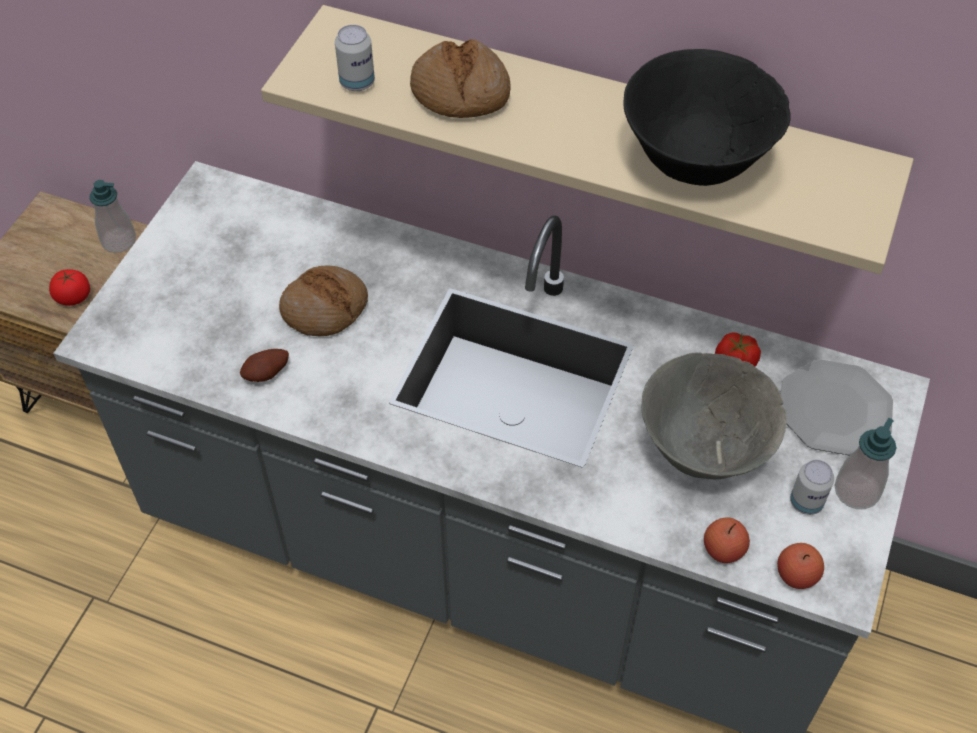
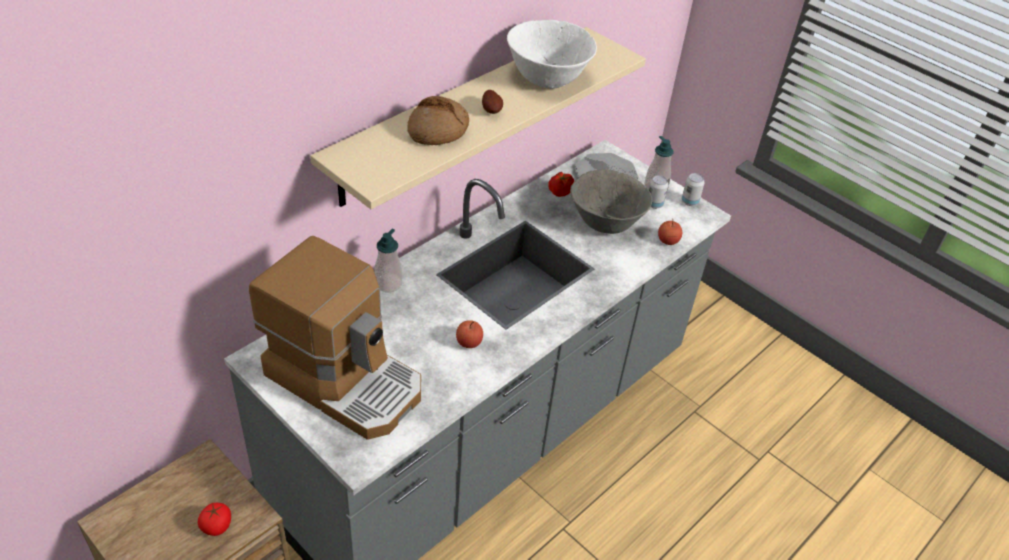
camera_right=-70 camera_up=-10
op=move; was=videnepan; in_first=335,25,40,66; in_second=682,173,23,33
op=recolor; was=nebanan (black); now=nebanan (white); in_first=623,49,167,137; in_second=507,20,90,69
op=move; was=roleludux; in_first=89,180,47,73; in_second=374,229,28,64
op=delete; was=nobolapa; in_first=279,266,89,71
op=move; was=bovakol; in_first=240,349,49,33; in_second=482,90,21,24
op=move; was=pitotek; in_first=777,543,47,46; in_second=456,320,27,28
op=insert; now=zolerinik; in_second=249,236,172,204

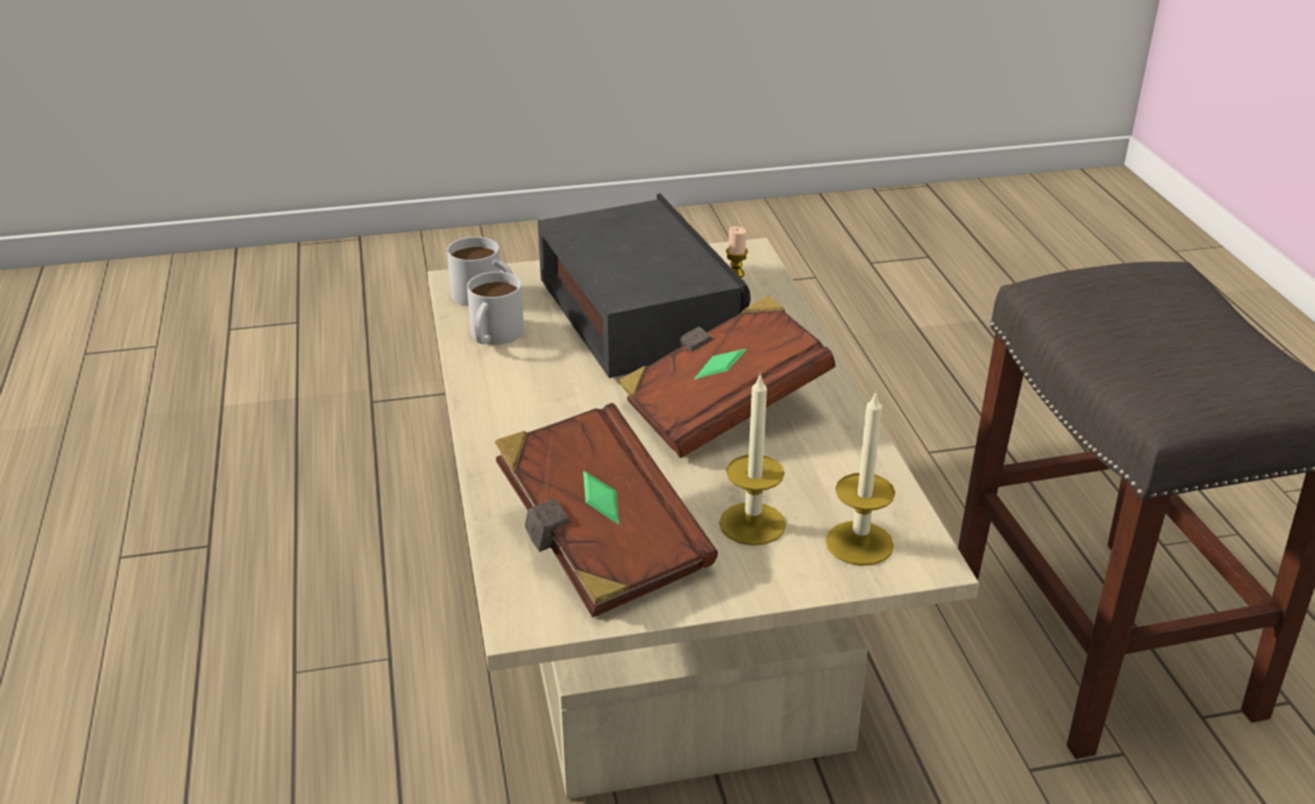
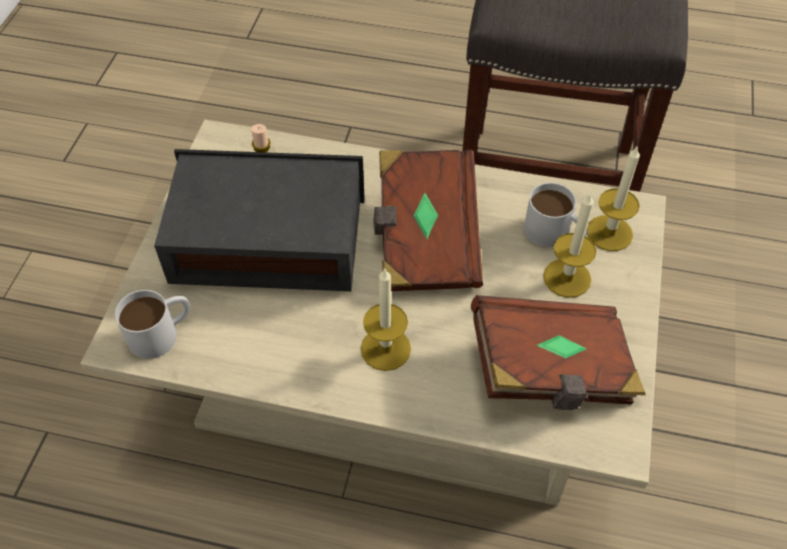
camera_right=-65 camera_up=20
op=move; was=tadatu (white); in_first=467,272,57,73; in_second=524,183,64,64
op=insert; now=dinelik; in_second=361,268,50,103

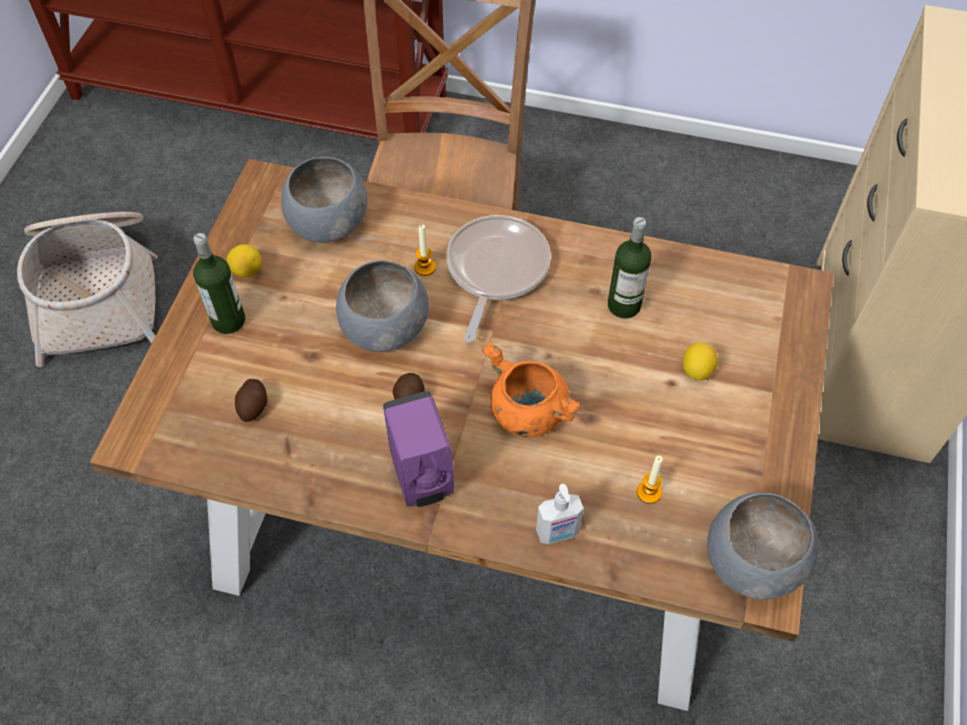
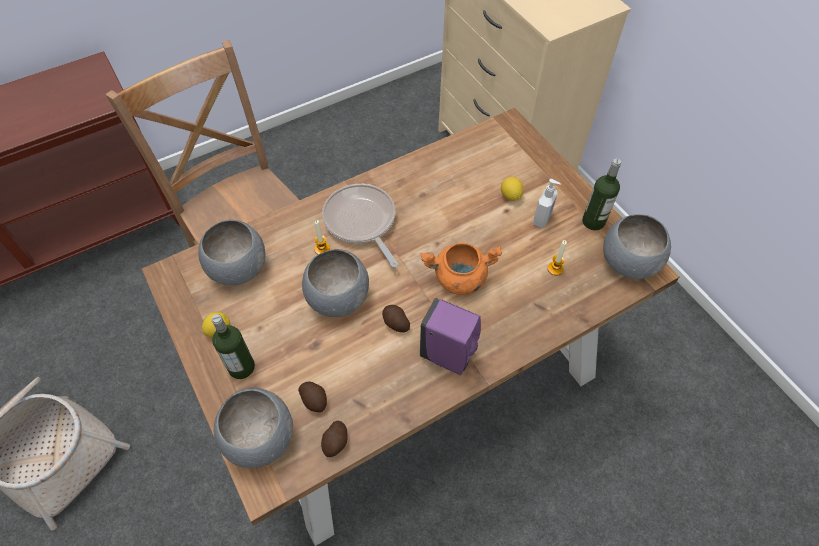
camera_right=-45 camera_up=0
op=move; was=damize; in_first=608,217,43,102; in_second=582,159,39,71
op=move; was=roleludux; in_first=536,484,48,60; in_second=533,179,28,49
op=insert; now=nebanan (grey); in_second=214,387,79,81
op=insert; now=bovakol; in_second=321,421,26,36

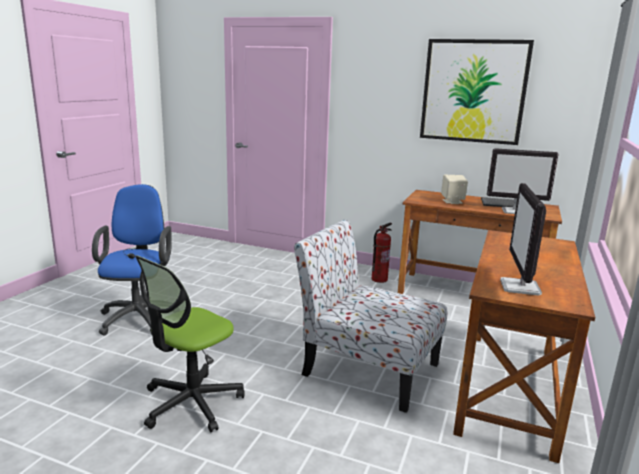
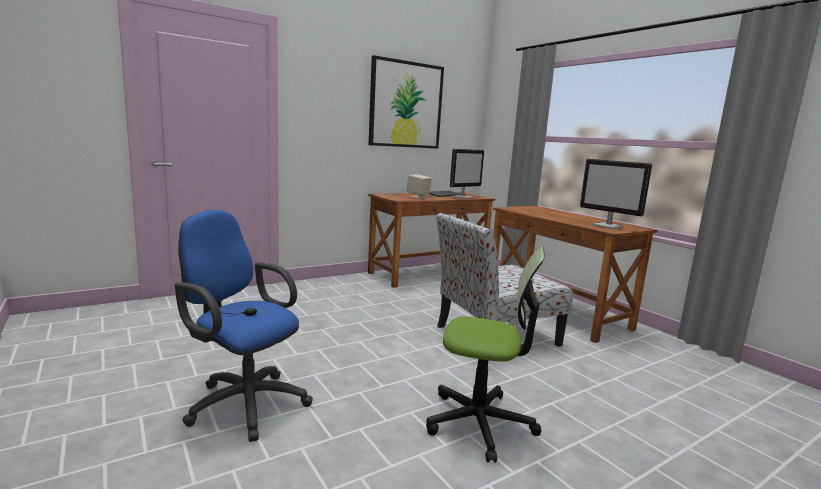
camera_right=-55 camera_up=-5
op=delete; was=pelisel; in_first=372,223,20,60
op=rotate; was=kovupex; in_first=135,255,110,177; in_second=426,246,119,216; clockwise=-60

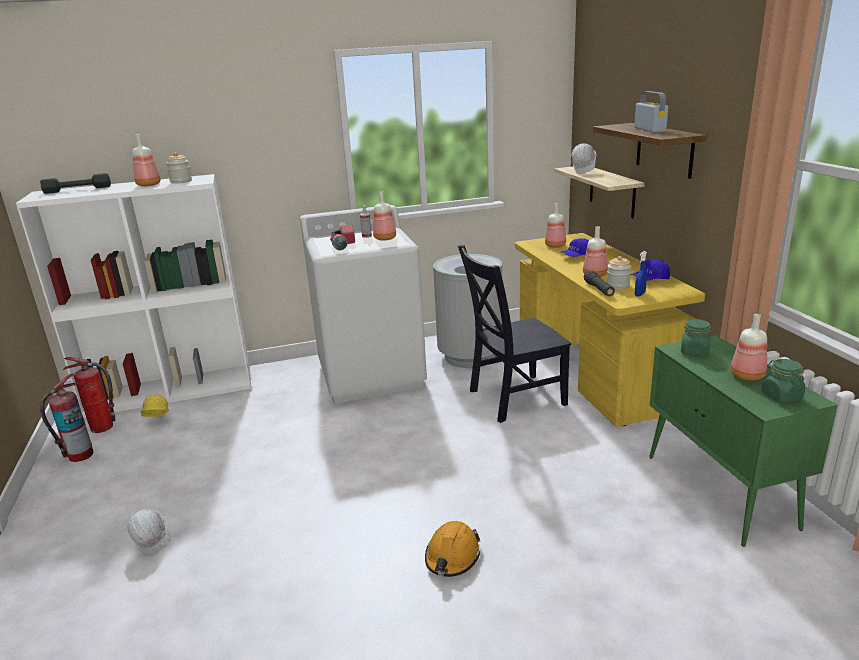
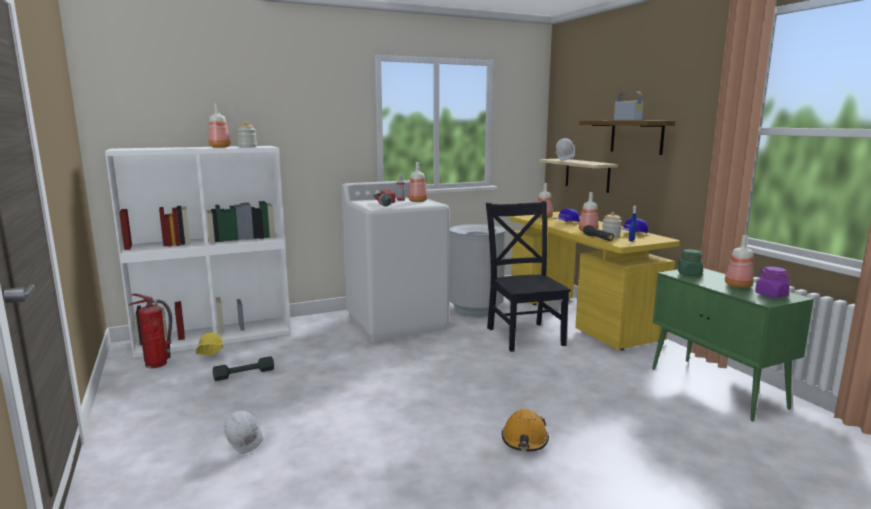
camera_right=-10 camera_up=-10
op=move; was=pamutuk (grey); in_first=40,173,71,21; in_second=213,356,61,25
op=rotate; was=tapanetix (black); in_first=458,245,113,178; in_second=486,200,85,152; clockwise=105
op=recolor; was=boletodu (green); now=boletodu (purple); in_first=762,359,43,44; in_second=755,266,35,32
op=delete; was=pelisel; in_first=40,373,53,89

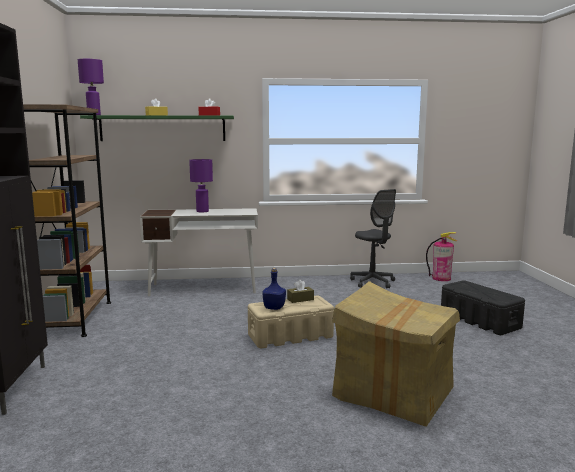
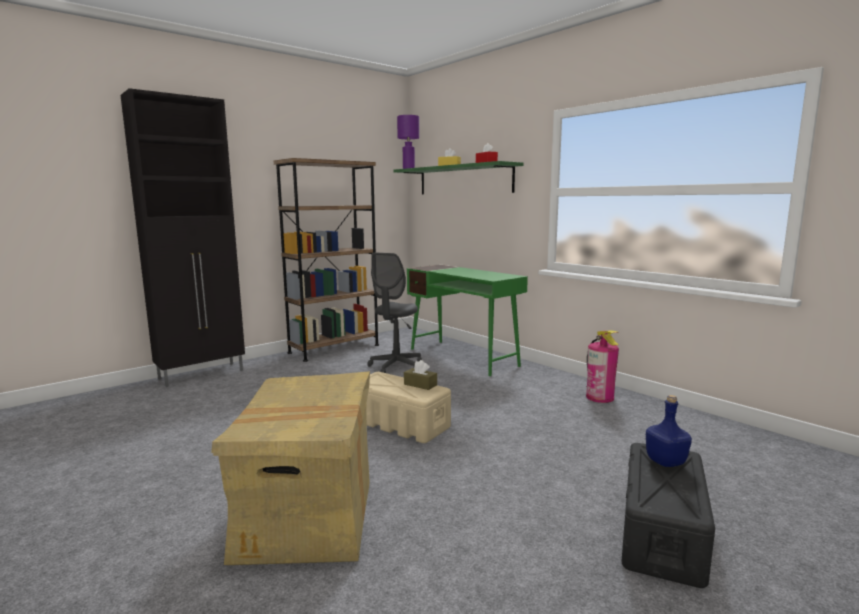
camera_right=55 camera_up=0
op=delete; was=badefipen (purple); in_first=189,159,24,54
op=move; was=kovupex (grey); in_first=350,189,46,100; in_second=367,252,55,121
op=recolor; was=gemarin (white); now=gemarin (green); in_first=140,208,118,88; in_second=407,264,121,112
op=move; was=pelisel; in_first=426,232,31,49; in_second=586,331,33,72
op=move; was=damize (blue); in_first=263,268,23,42; in_second=646,395,46,72

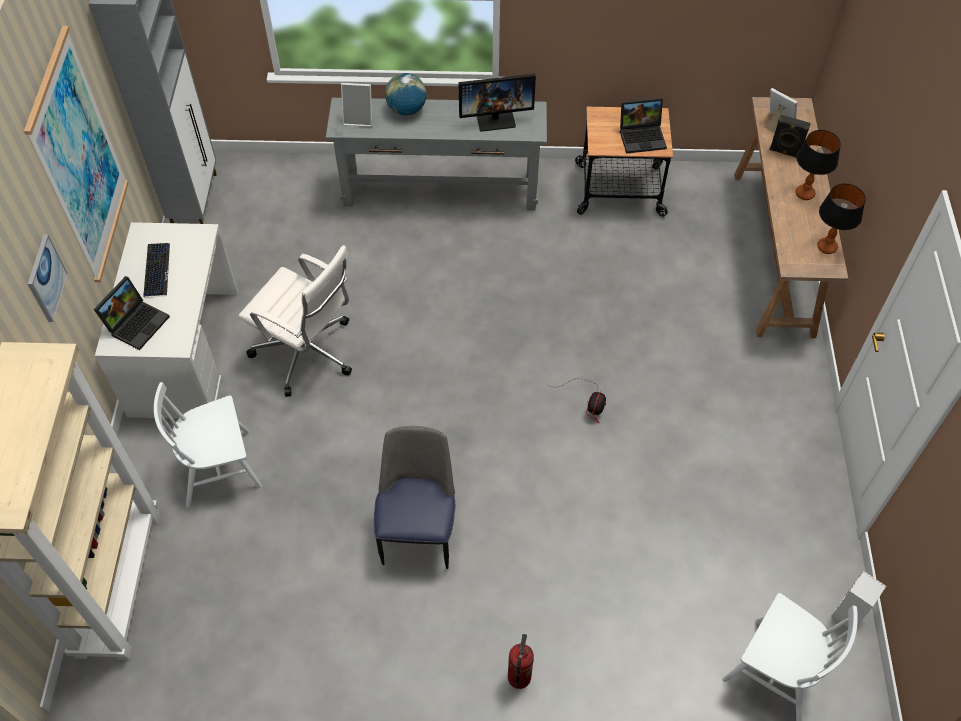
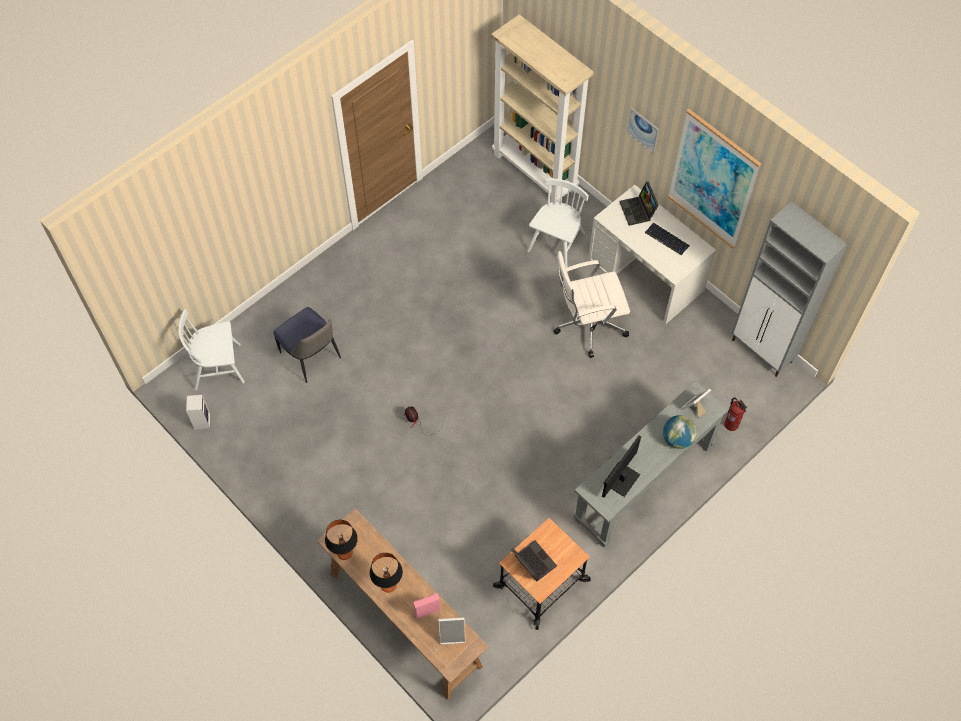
camera_right=135 camera_up=5
op=rotate; was=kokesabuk; in_first=620,98,47,56; in_second=511,540,46,41; clockwise=105
op=recolor; was=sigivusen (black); now=sigivusen (pink); in_first=769,115,42,43; in_second=413,593,28,26
op=move; was=tapanetix; in_first=374,426,81,143; in_second=273,307,68,76
op=move; was=pelisel; in_first=508,634,26,55; in_second=724,397,23,34

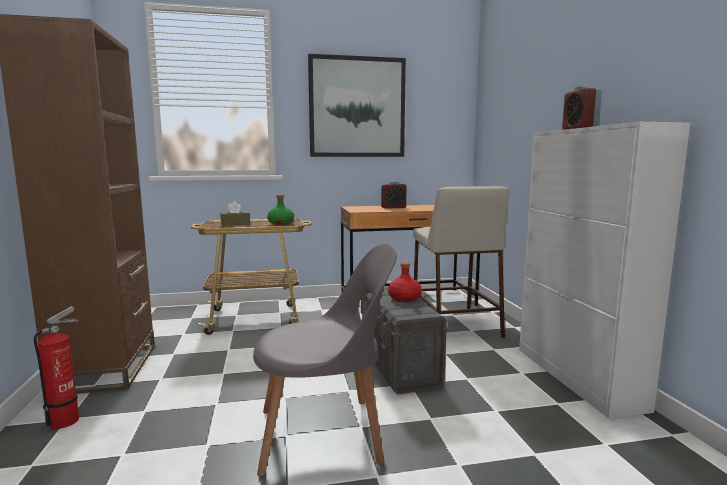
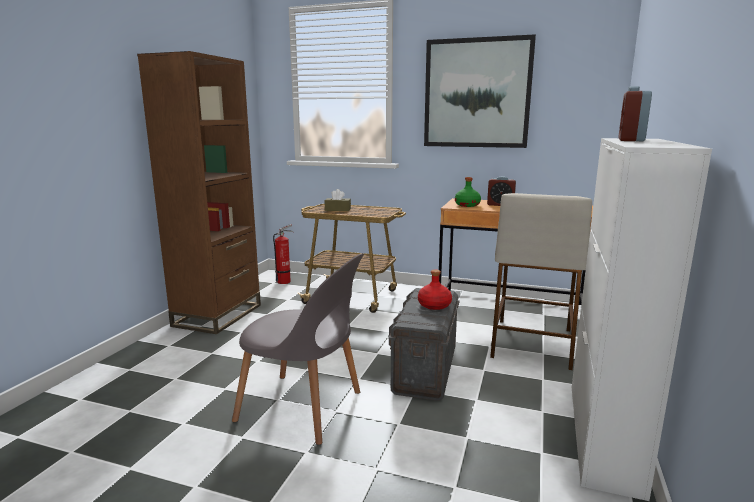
camera_right=30 camera_up=5
op=move; was=damize (green); in_first=267,195,27,30; in_second=455,177,26,30
op=move; was=pelisel; in_first=34,306,45,123; in_second=273,224,20,60

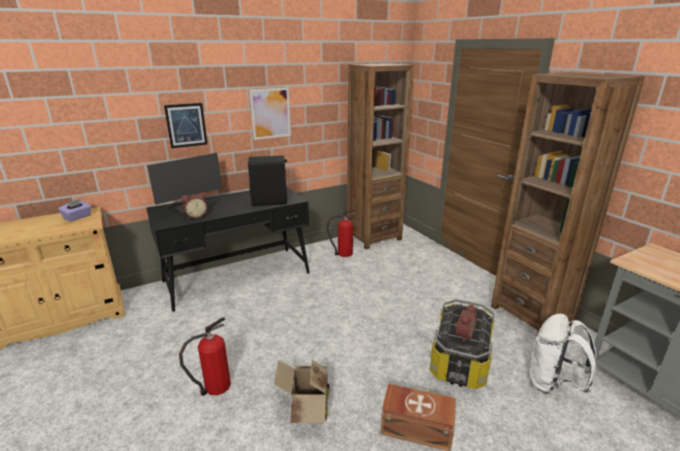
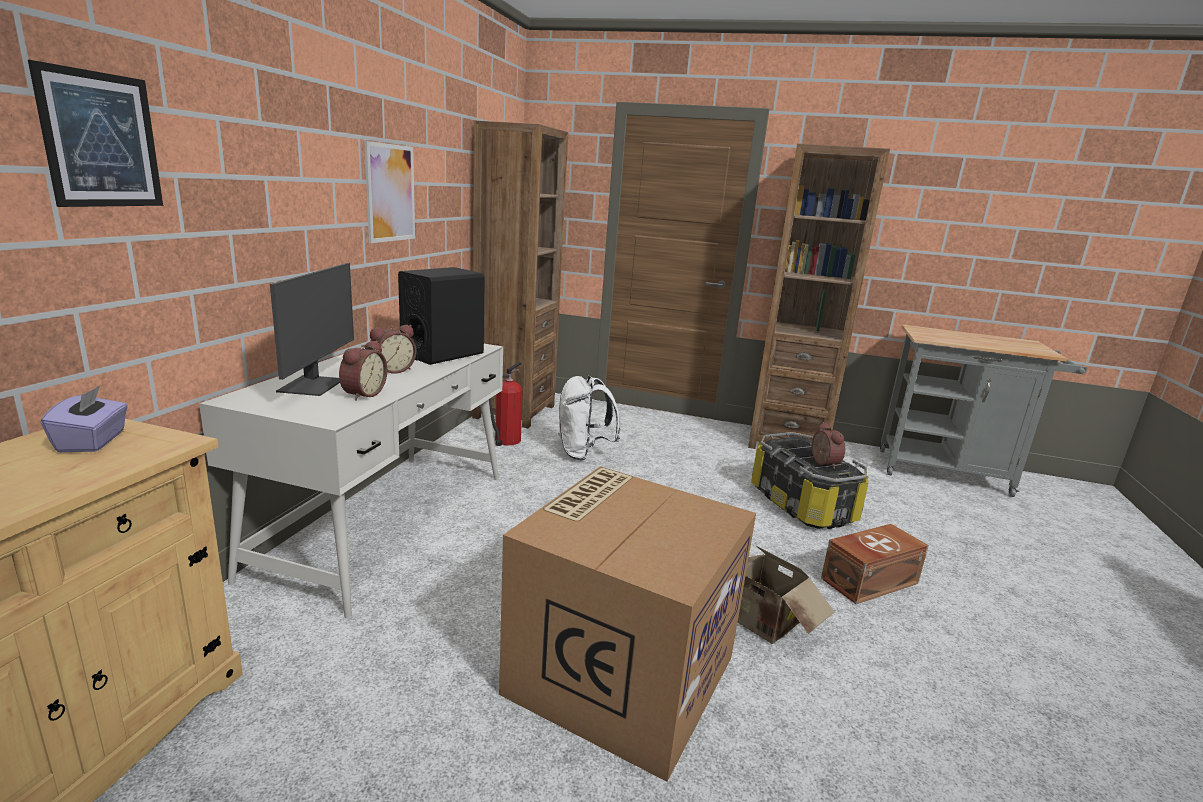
camera_right=-45 camera_up=-5
op=move; was=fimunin; in_first=164,103,44,45; in_second=28,60,135,147
op=recolor; was=gemarin (black); now=gemarin (white); in_first=146,186,164,126; in_second=199,344,304,274
op=move; was=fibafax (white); in_first=531,314,66,80; in_second=558,376,62,84
op=replace; was=pelisel; now=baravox; in_first=179,317,52,79; in_second=499,466,257,316
op=insert; now=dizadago; in_second=370,325,46,49

